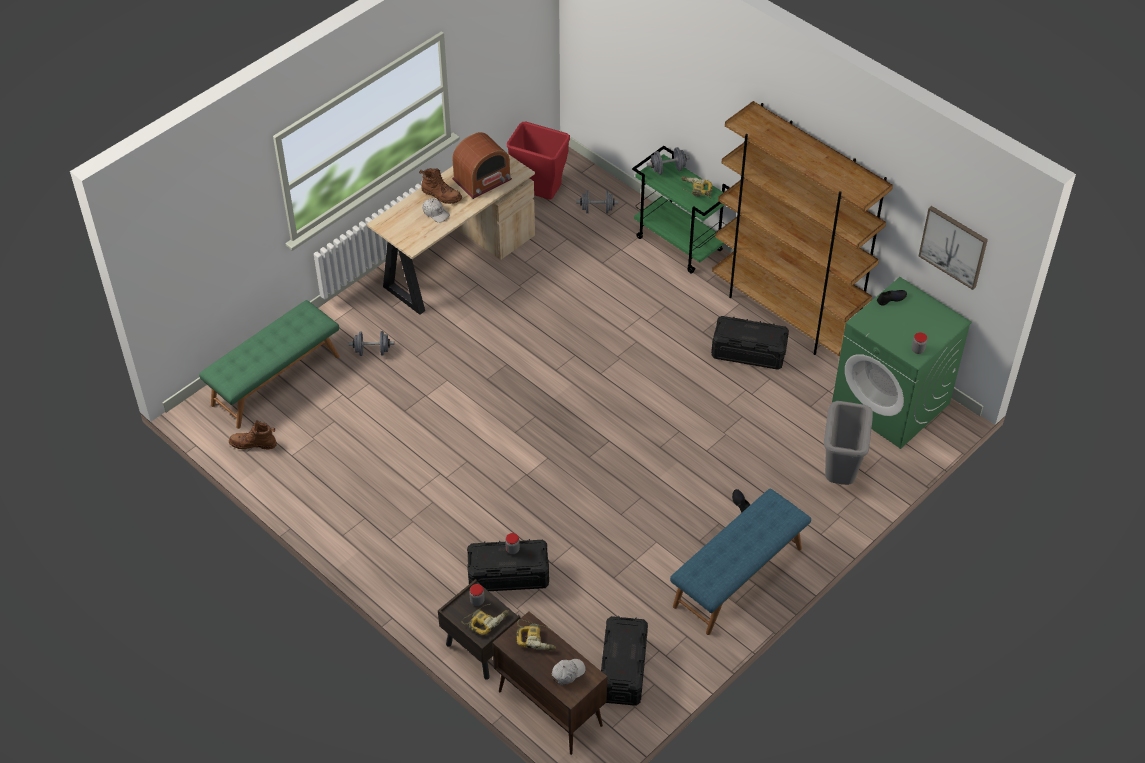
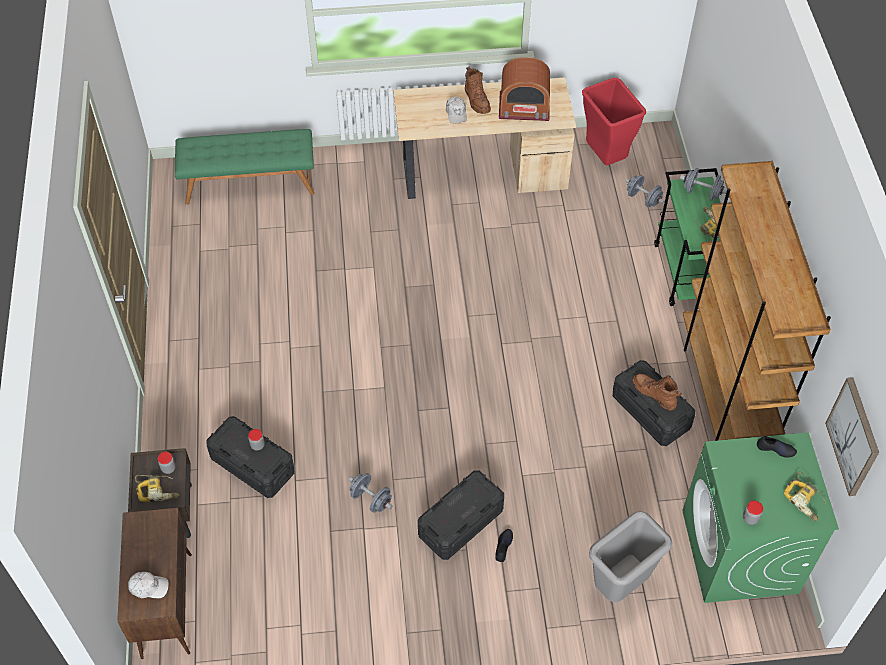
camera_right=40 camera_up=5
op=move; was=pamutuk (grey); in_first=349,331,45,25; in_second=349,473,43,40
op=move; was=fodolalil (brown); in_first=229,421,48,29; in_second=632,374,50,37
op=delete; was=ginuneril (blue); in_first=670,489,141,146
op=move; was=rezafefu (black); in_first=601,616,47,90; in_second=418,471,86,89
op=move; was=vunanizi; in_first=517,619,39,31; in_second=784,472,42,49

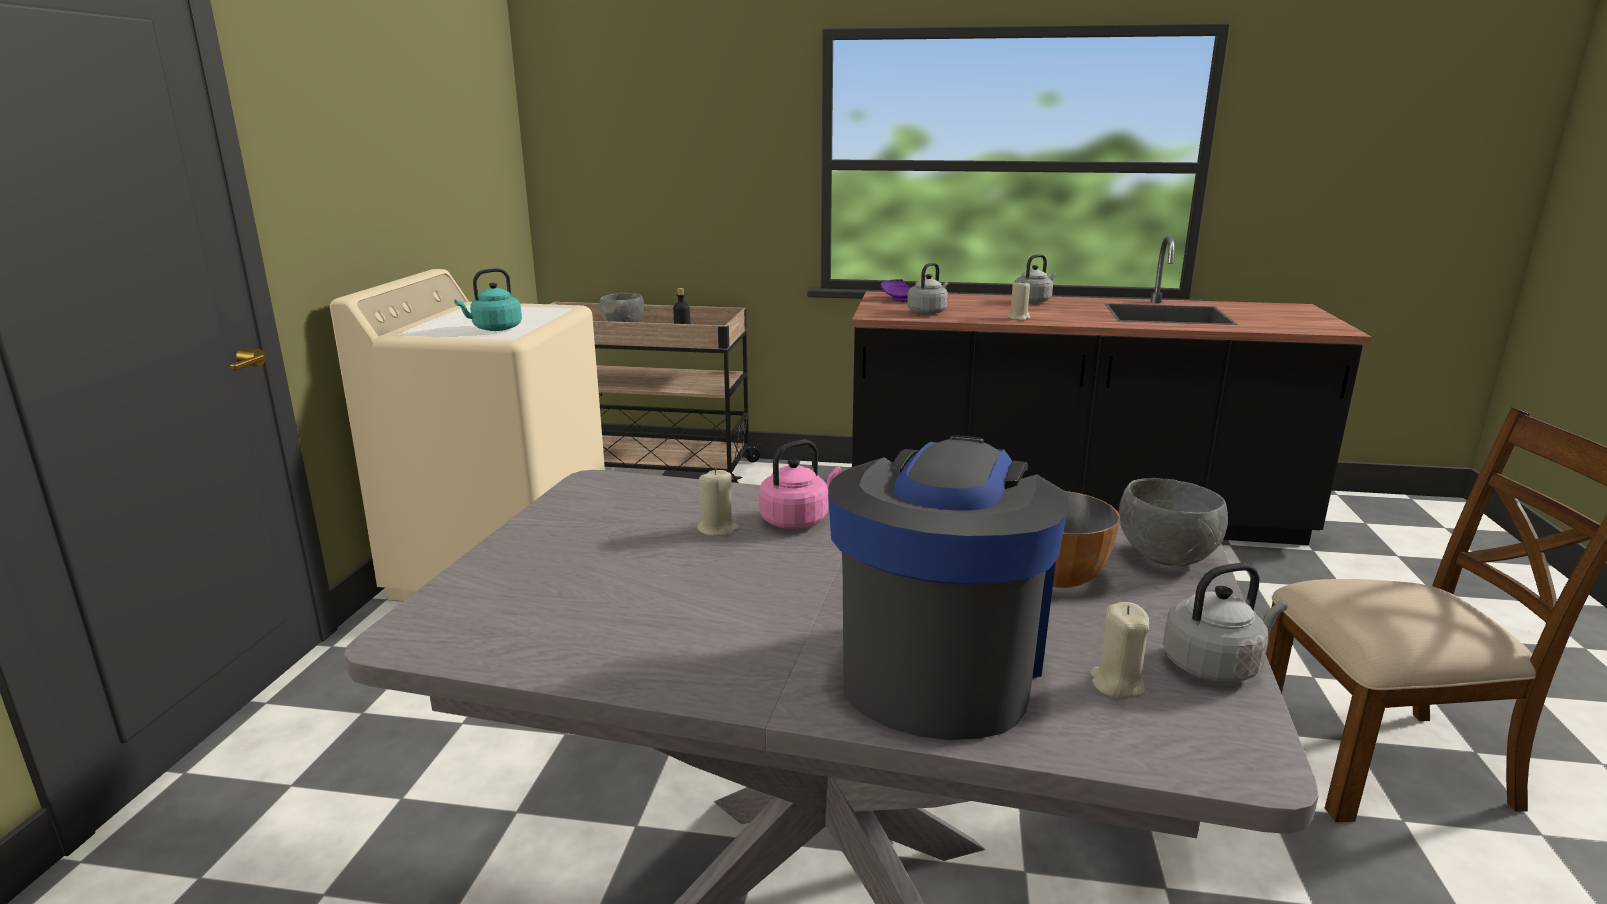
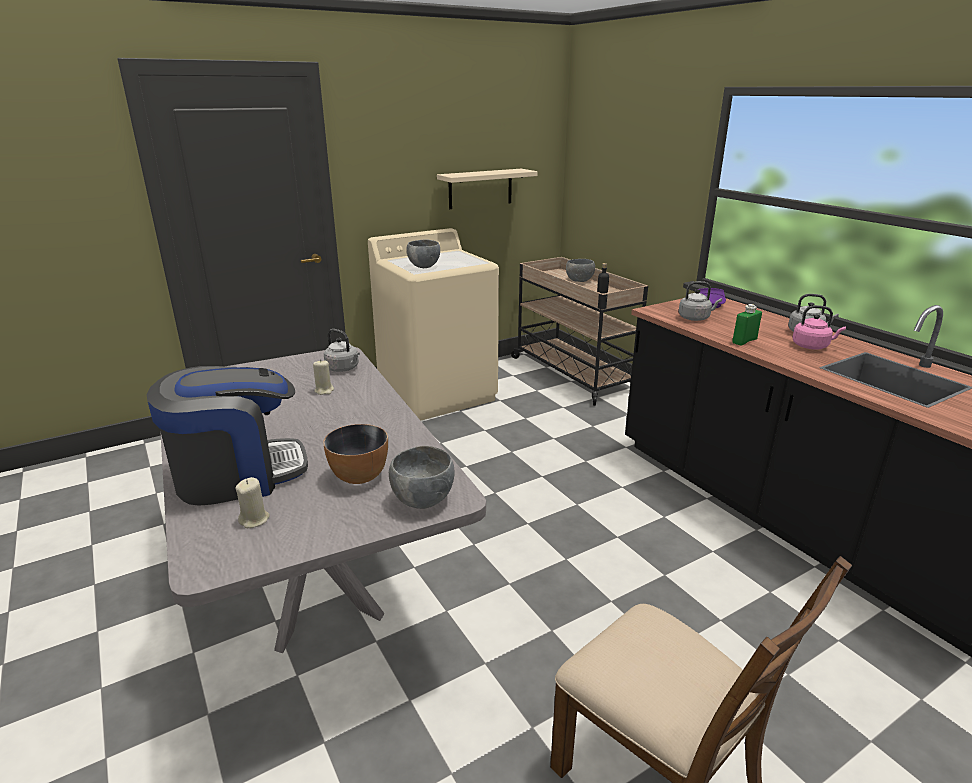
camera_right=50 camera_up=5
op=replace; was=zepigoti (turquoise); now=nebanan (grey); in_first=454,268,68,63; in_second=406,239,34,29
op=replace; was=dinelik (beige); now=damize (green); in_first=1008,280,22,41; in_second=732,304,30,42
op=move; was=zepigoti (pink); in_first=759,440,82,89; in_second=792,305,54,44
op=move; was=zepigoti (grey); in_first=1163,563,125,120; in_second=324,329,36,43
op=insert; now=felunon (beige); in_second=437,169,101,40

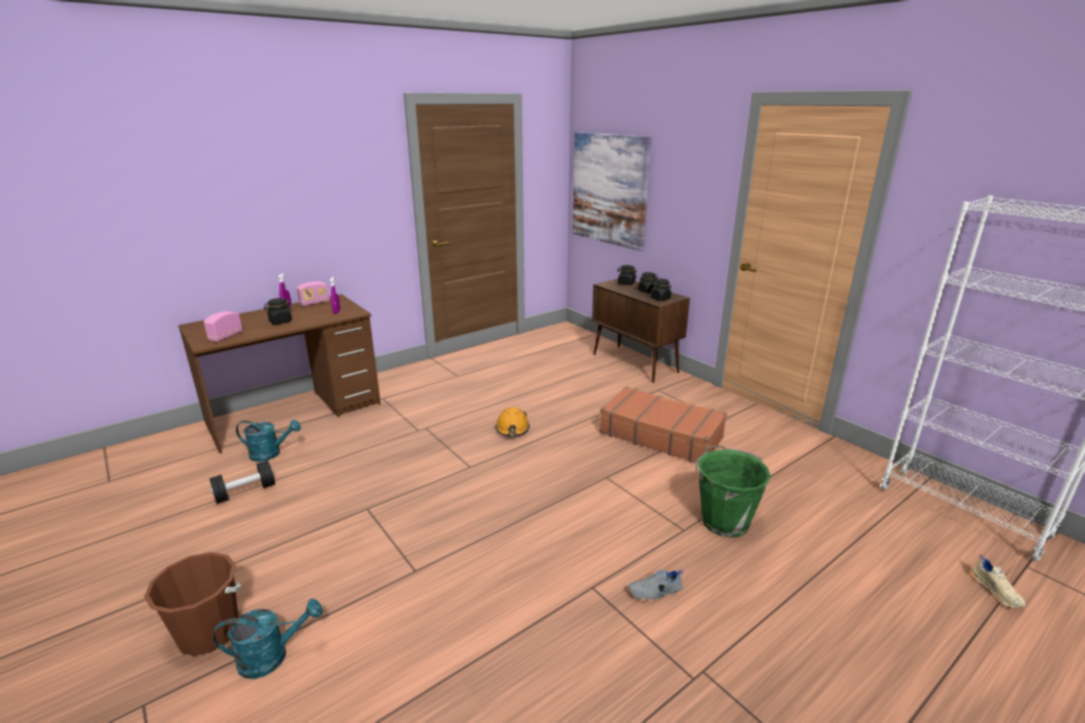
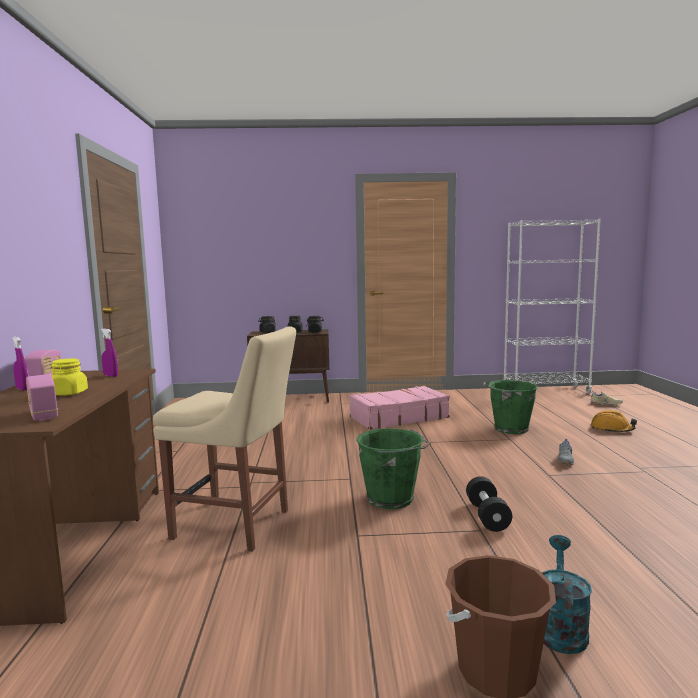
camera_right=-55 camera_up=-15
op=delete; was=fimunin; in_first=572,132,80,119
op=recolor; was=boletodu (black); now=boletodu (yellow); in_first=264,298,29,26; in_second=51,358,37,38
op=recolor; was=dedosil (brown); now=dedosil (pink); in_first=600,386,127,77; in_second=350,386,100,44
op=move; was=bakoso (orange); in_first=495,407,35,29; in_second=591,410,46,22
op=delete; was=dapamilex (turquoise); in_first=236,420,65,42
op=move; was=pamutuk (black); in_first=209,460,66,43; in_second=466,476,46,56
op=insert; now=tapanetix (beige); in_second=153,327,143,225
op=insert; now=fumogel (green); in_second=356,428,75,81

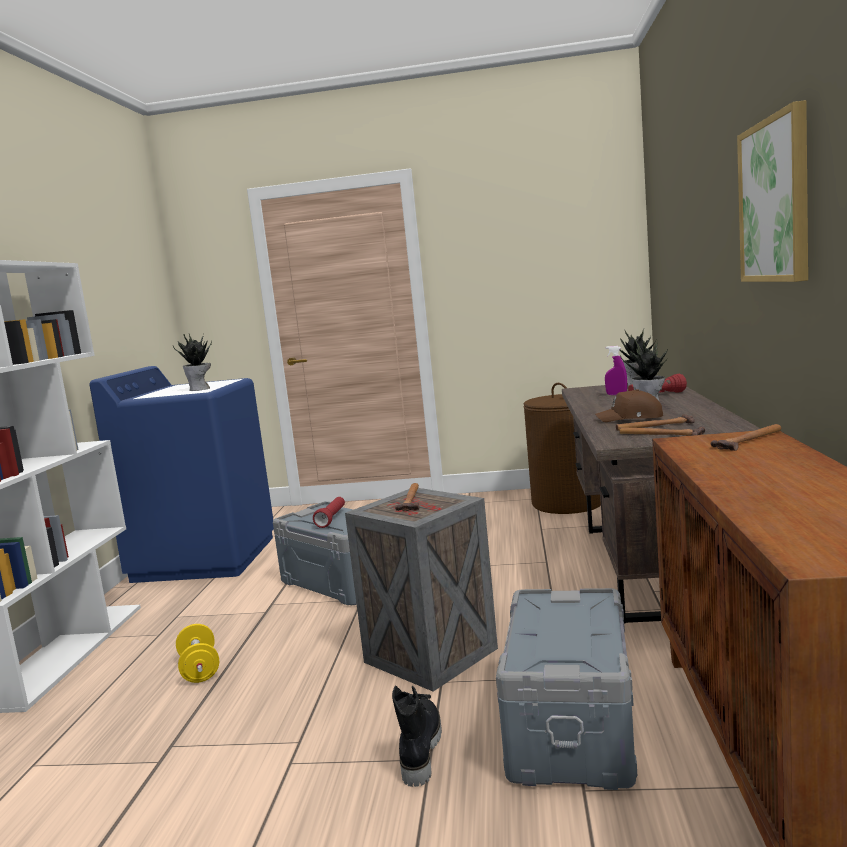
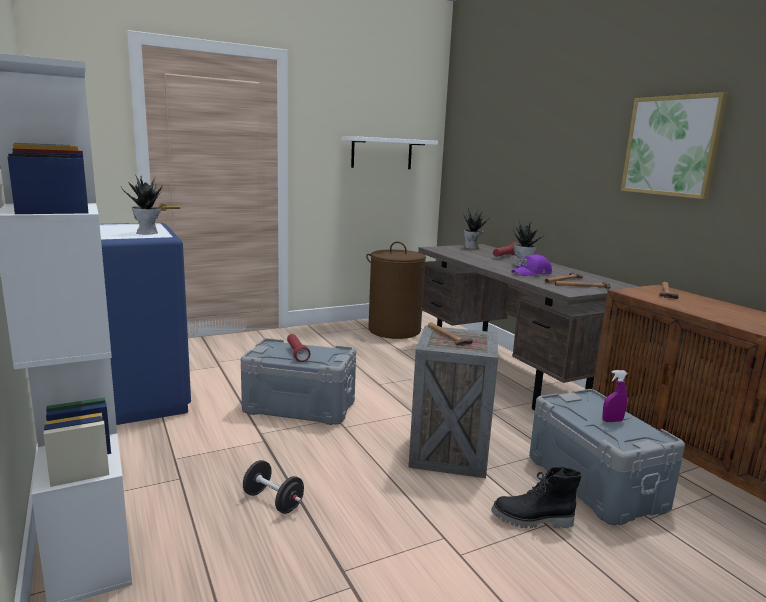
camera_right=-35 camera_up=5
op=move; was=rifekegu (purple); in_first=605,346,22,49; in_second=602,370,26,52
op=recolor; was=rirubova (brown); now=rirubova (purple); in_first=595,389,68,33; in_second=511,254,41,22
op=recolor; was=pamutuk (yellow); now=pamutuk (black); in_first=176,624,43,59; in_second=243,460,61,54
op=rotate; was=fodolalil (black); in_first=392,685,50,102; in_second=491,467,91,61; clockwise=-60
op=insert; now=felunon (white); in_second=342,136,96,33

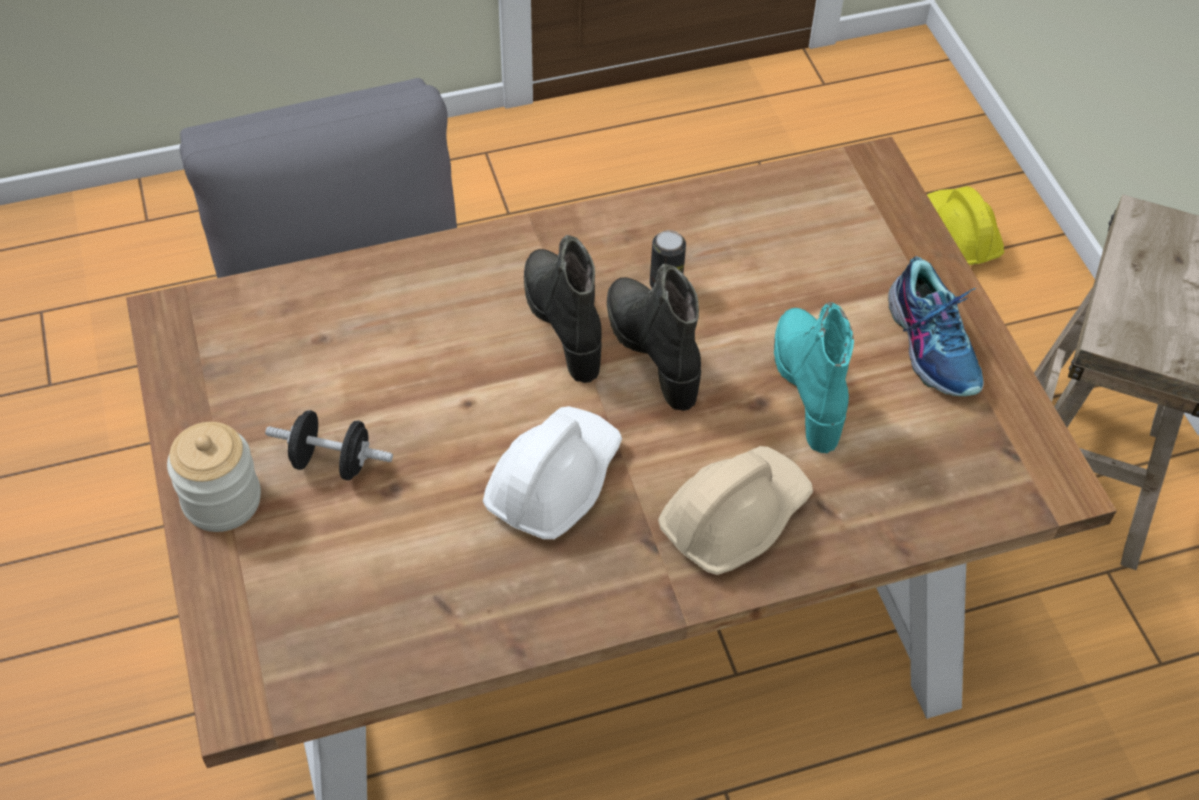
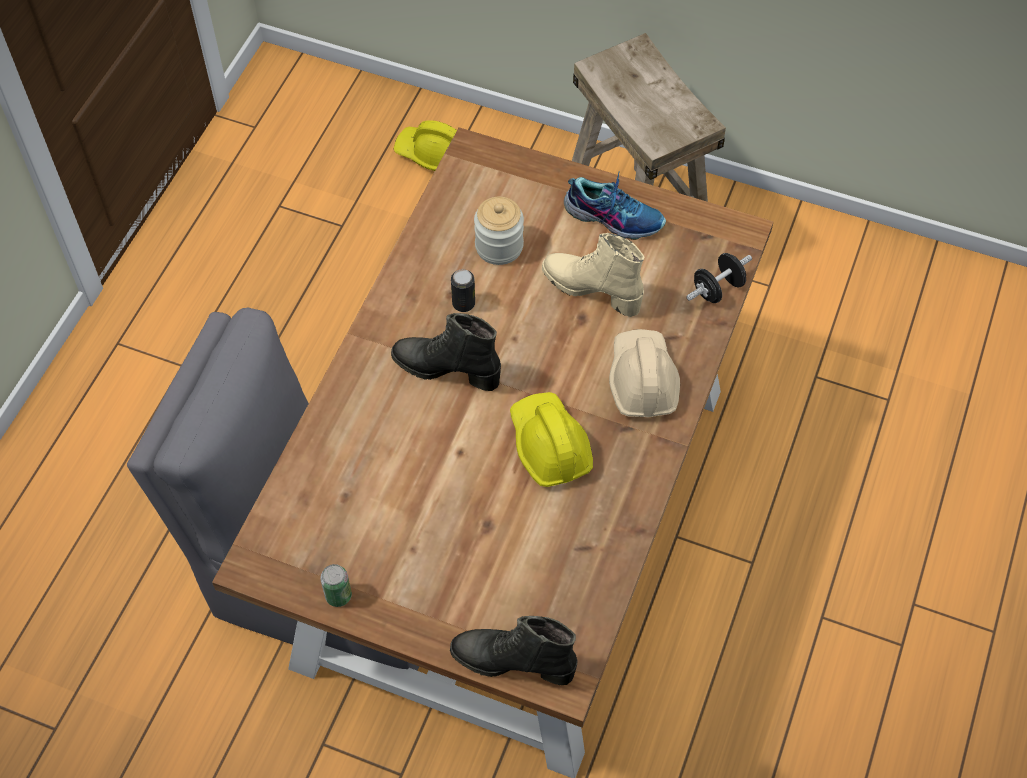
camera_right=-50 camera_up=5
op=move; was=fodolalil (black); in_first=607,264,94,147; in_second=450,616,128,69
op=recolor; was=fodolalil (turquoise); now=fodolalil (beige); in_first=774,302,80,151; in_second=542,233,103,84
op=recolor; was=bakoso (white); now=bakoso (yellow); in_first=483,406,139,133; in_second=510,392,83,95
op=move; was=pamutuk (black); in_first=265,410,128,70; in_second=686,253,66,50
op=move; was=boletodu; in_first=167,422,94,110; in_second=474,197,50,68
op=insert; now=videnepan; in_second=320,564,32,43

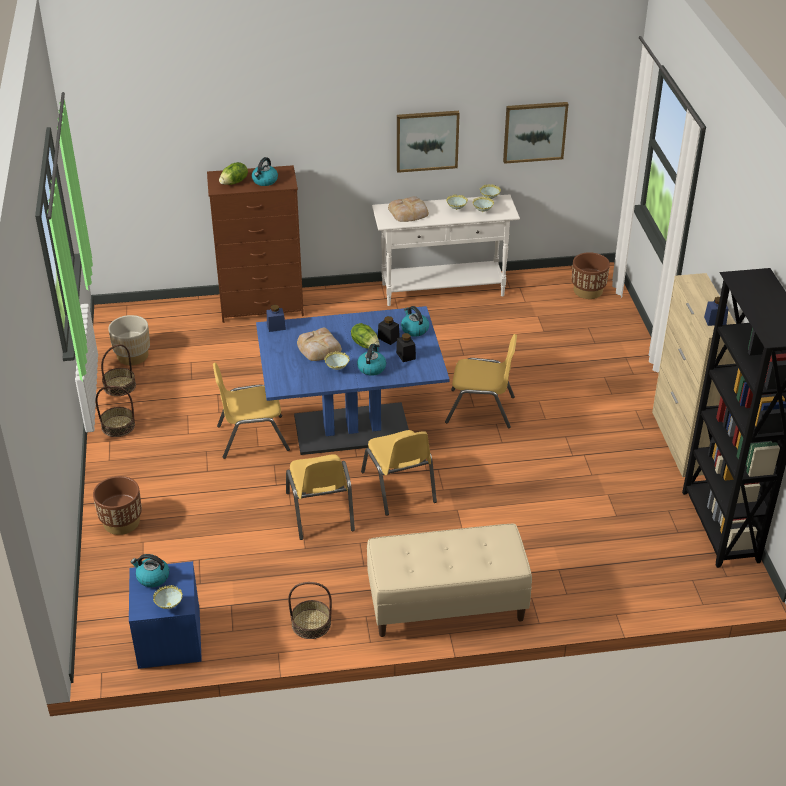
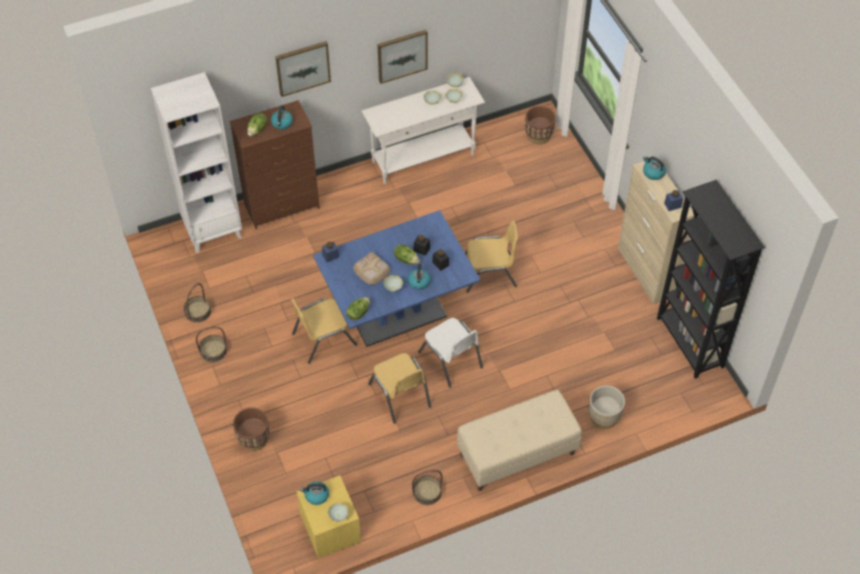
camera_right=-15 camera_up=15
op=move; was=fimunin; in_first=503,102,65,62; in_second=275,41,56,56
op=delete; was=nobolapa; in_first=388,196,41,26
op=move; was=zepigoti; in_first=401,306,28,31; in_second=643,156,23,24
op=move; was=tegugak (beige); in_first=108,315,42,50; in_second=589,386,36,43
op=recolor; was=tapanetix (yellow); now=tapanetix (white); in_first=361,430,76,86; in_second=418,318,65,70
op=recolor; was=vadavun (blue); now=vadavun (yellow); in_first=129,561,73,108; in_second=296,475,65,83
op=insert; now=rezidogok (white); in_second=151,72,91,181
op=insert; now=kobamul; in_second=346,297,24,23

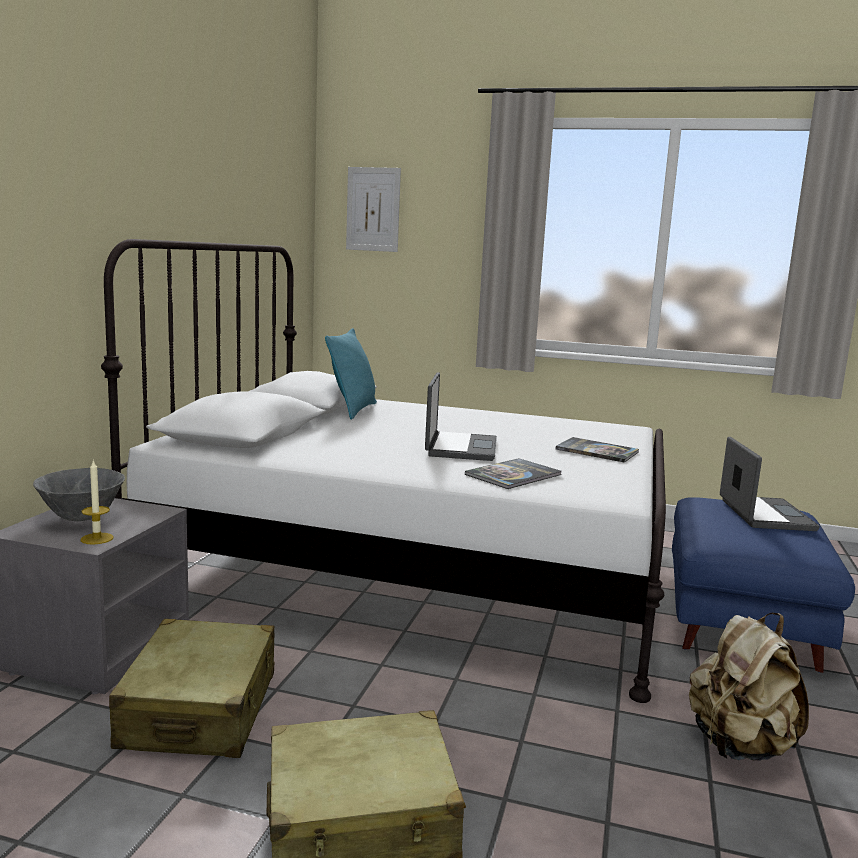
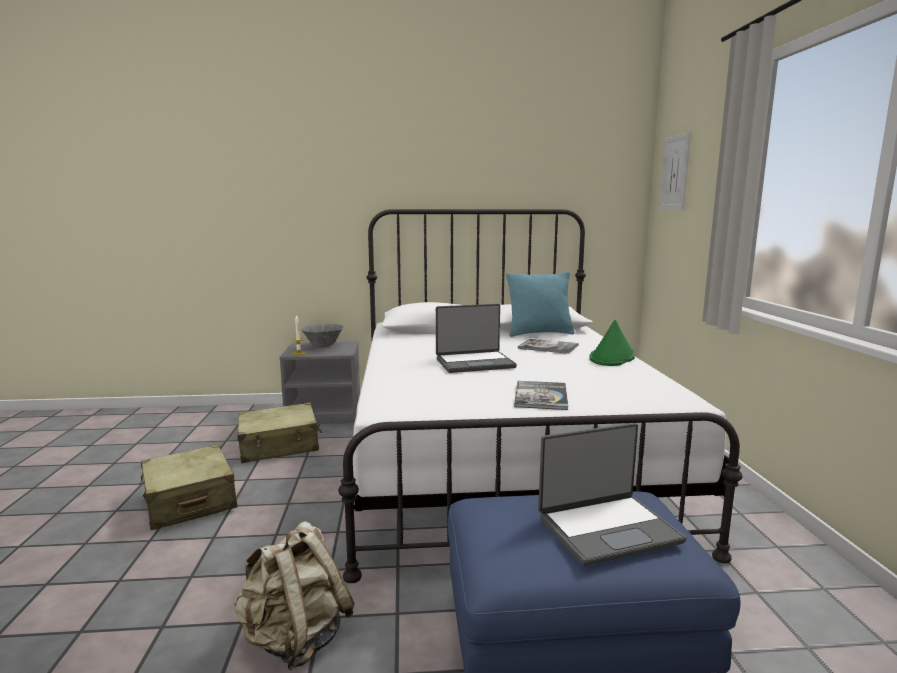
camera_right=70 camera_up=0
op=move; was=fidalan; in_first=465,458,96,31; in_second=518,339,60,15
op=insert; now=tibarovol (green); in_second=589,320,46,46

